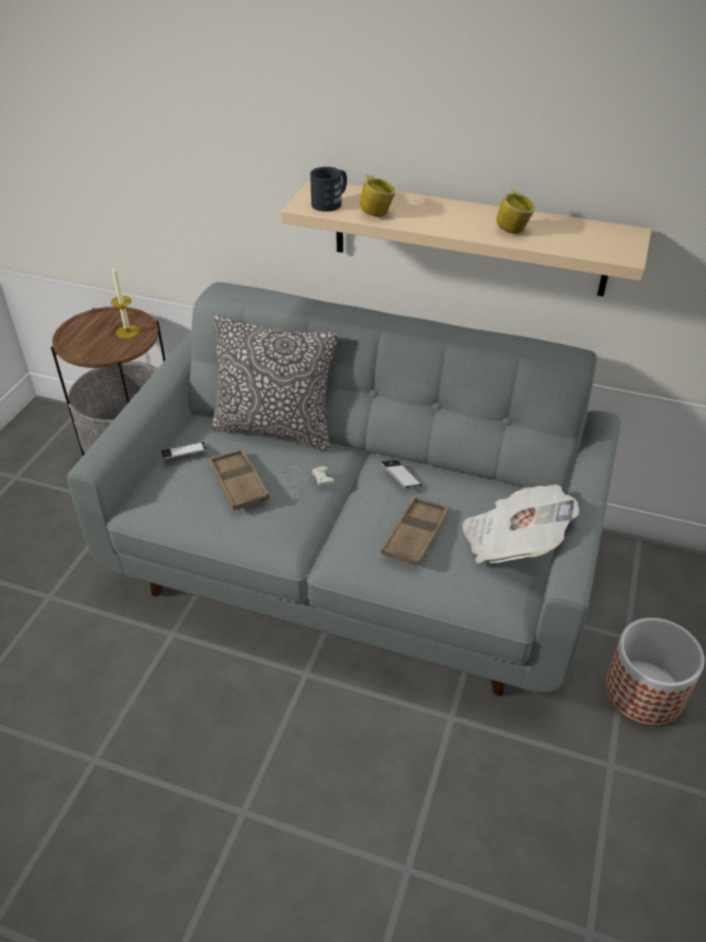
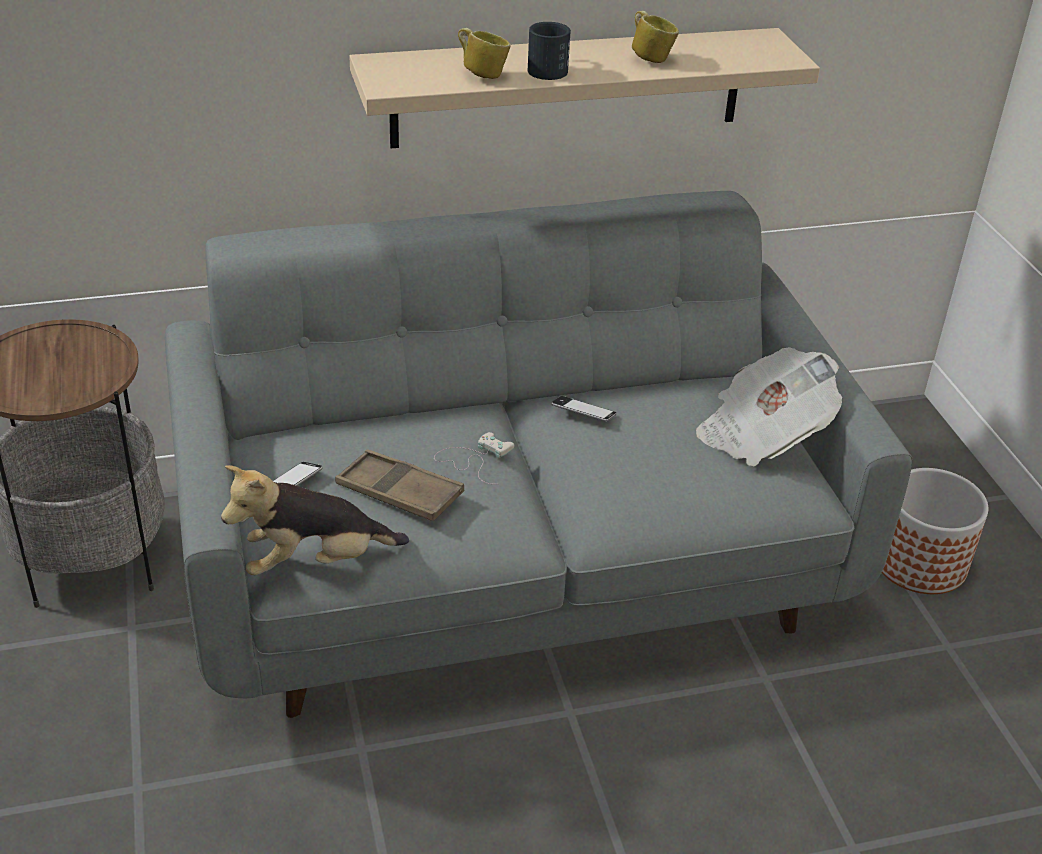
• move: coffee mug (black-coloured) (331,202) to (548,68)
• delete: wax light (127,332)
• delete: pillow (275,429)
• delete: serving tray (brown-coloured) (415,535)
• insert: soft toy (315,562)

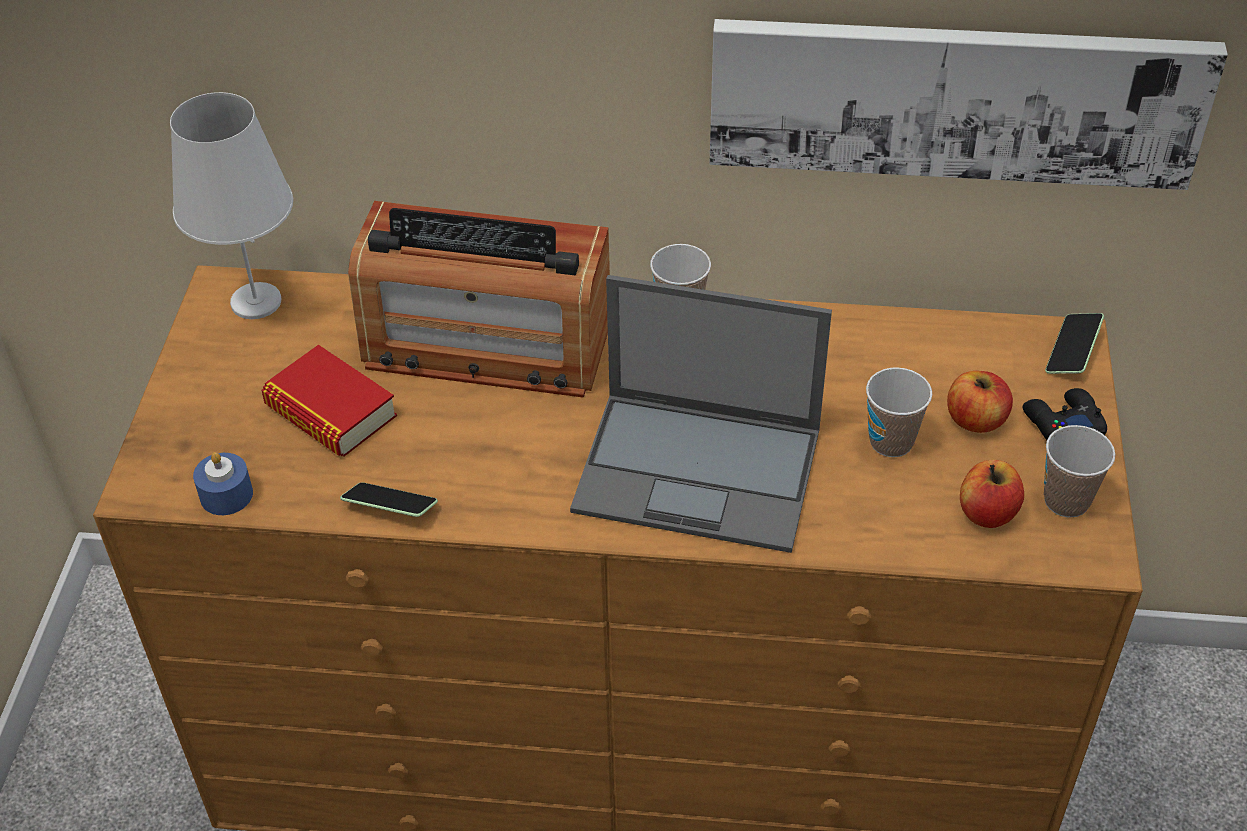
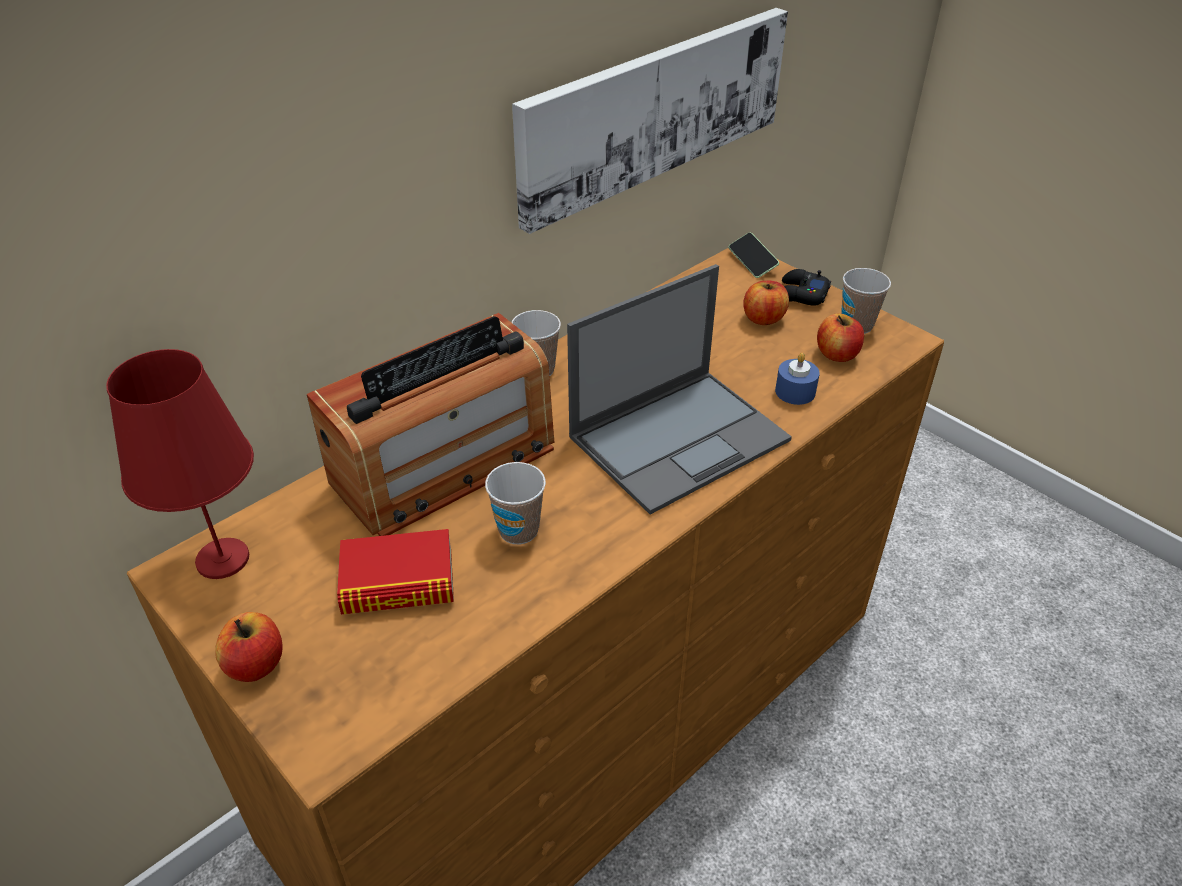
• recolor: tabletop lamp (white-coloured) (256,302) to tabletop lamp (red) (223,559)
• move: small cup (891,442) to (518,530)
• move: wax light (bluish) (226,495) to (795,392)
• delete: handset (390,508)
• insert: apple fruit (256,664)

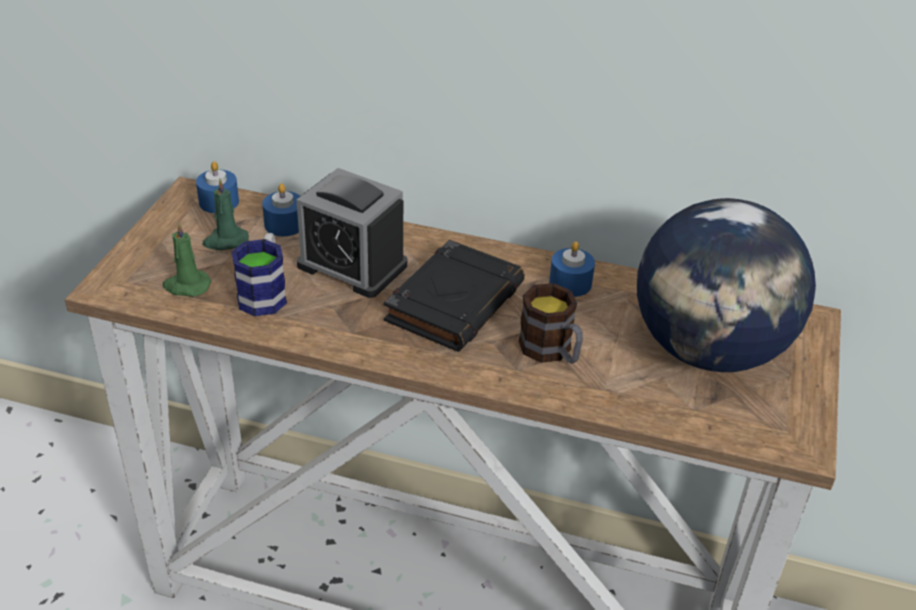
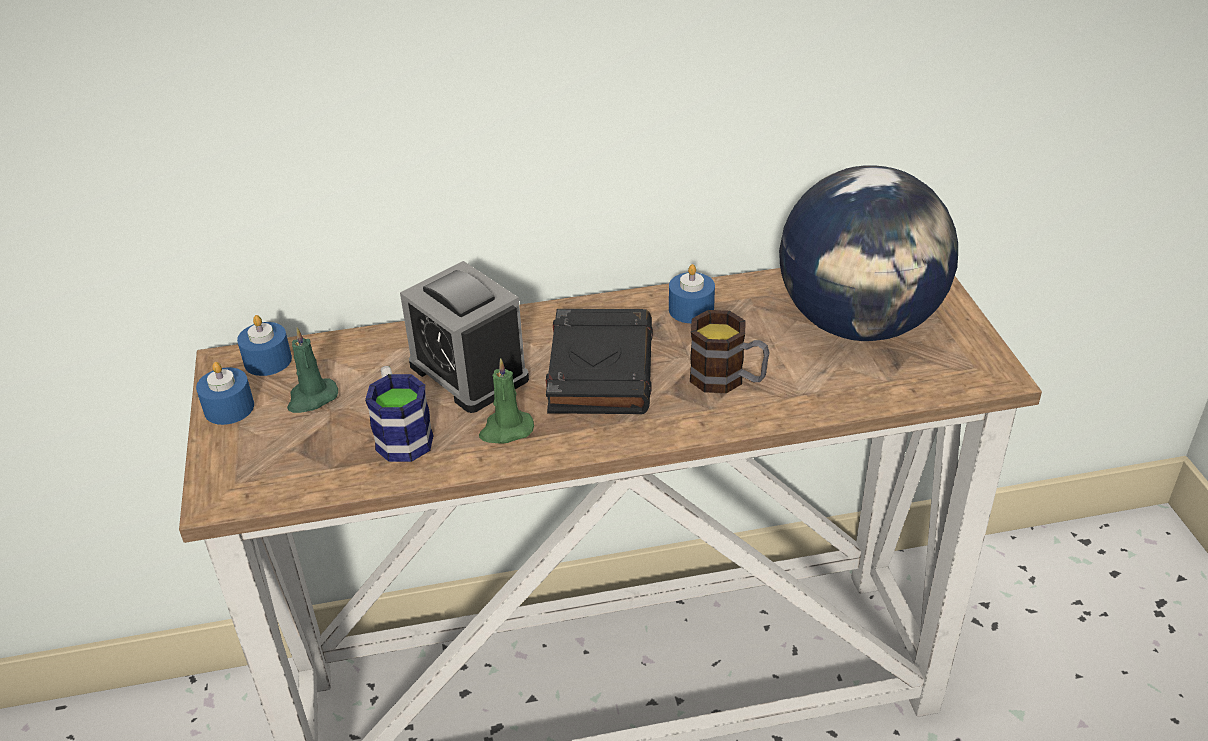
• rotate: alarm clock (352,265) = (468,372) 45 degrees clockwise
• move: wax light (bluish) (284,224) to (229,408)
• move: wax light (greenish) (186,286) to (506,430)

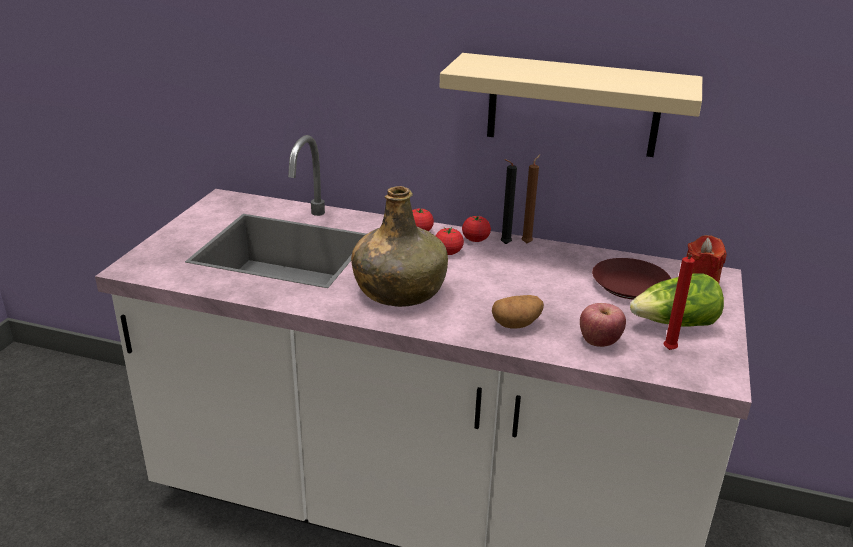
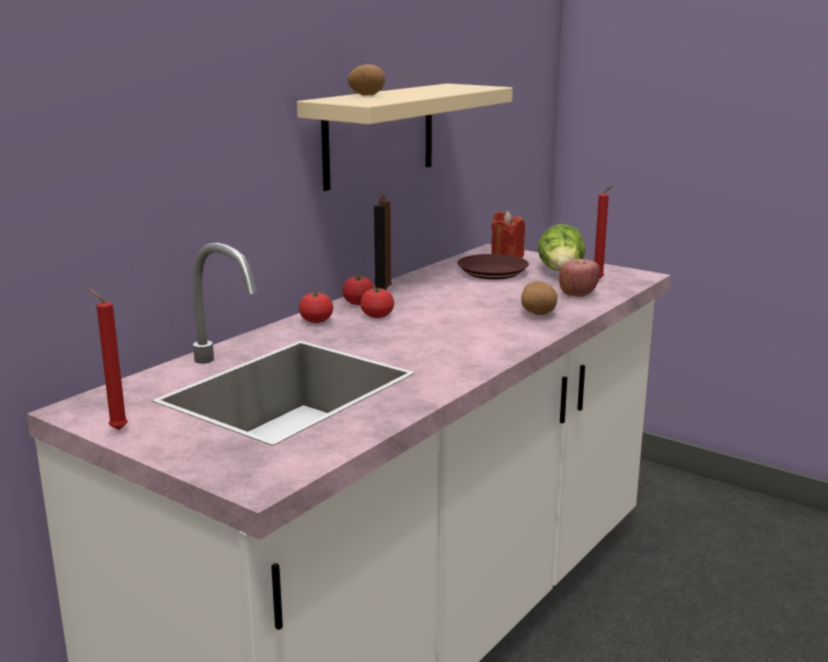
• delete: bottle (greenish) (399,291)
• insert: spud (367,95)
• insert: wax light (red) (116,429)

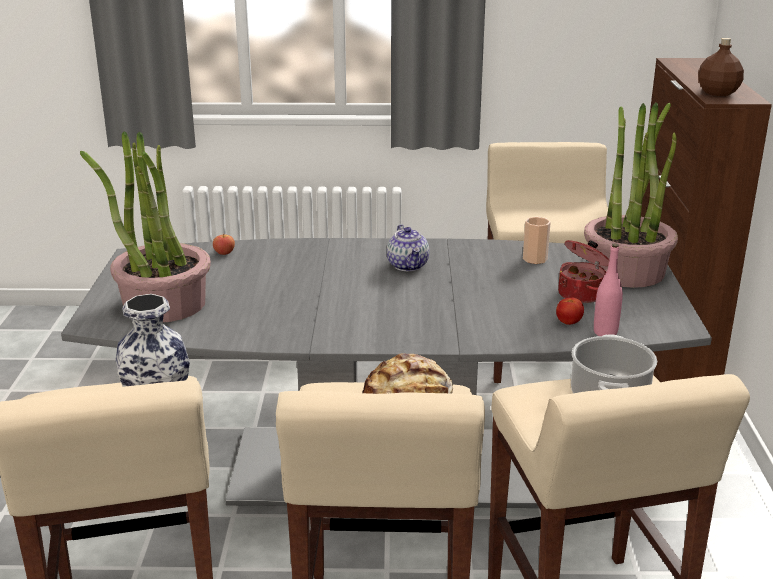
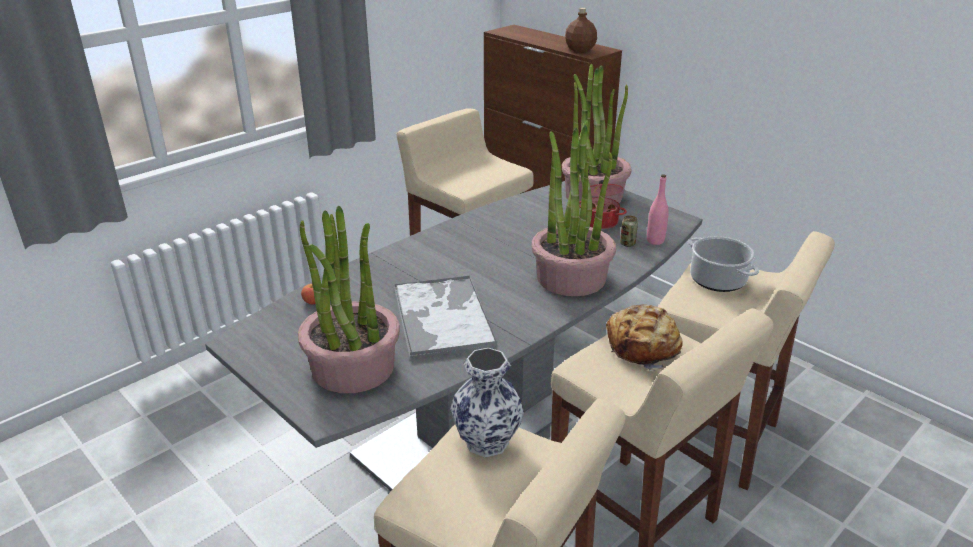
• delete: small cup (535,259)
• delete: teapot (408,265)
• replace: fresh tomato (568,322) to sealed can (627,244)
• insert: plant in a pot (571,277)
• insert: serving tray (442,316)

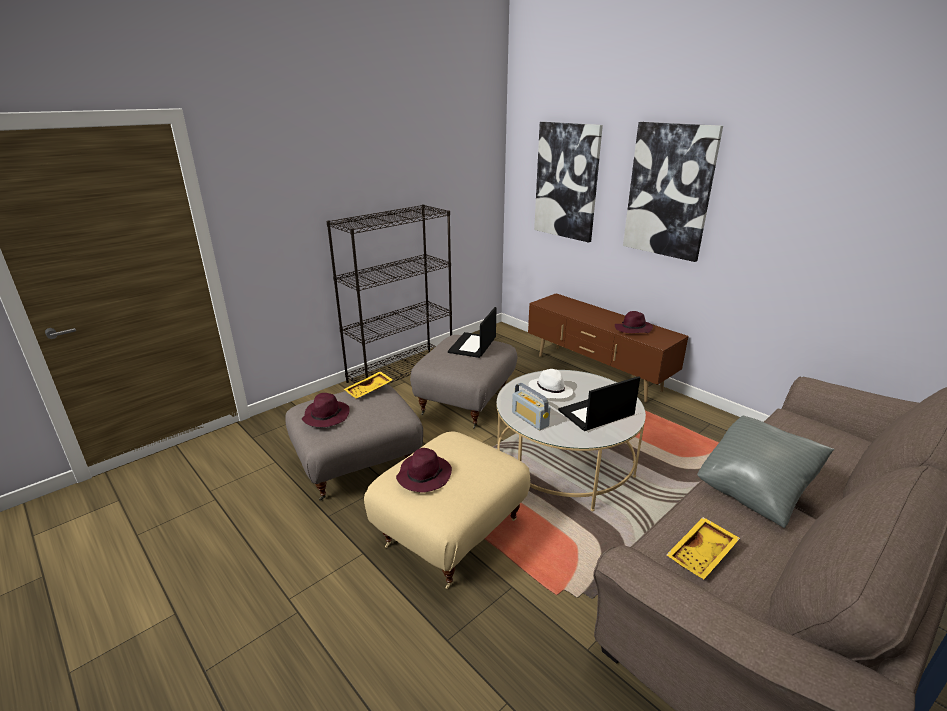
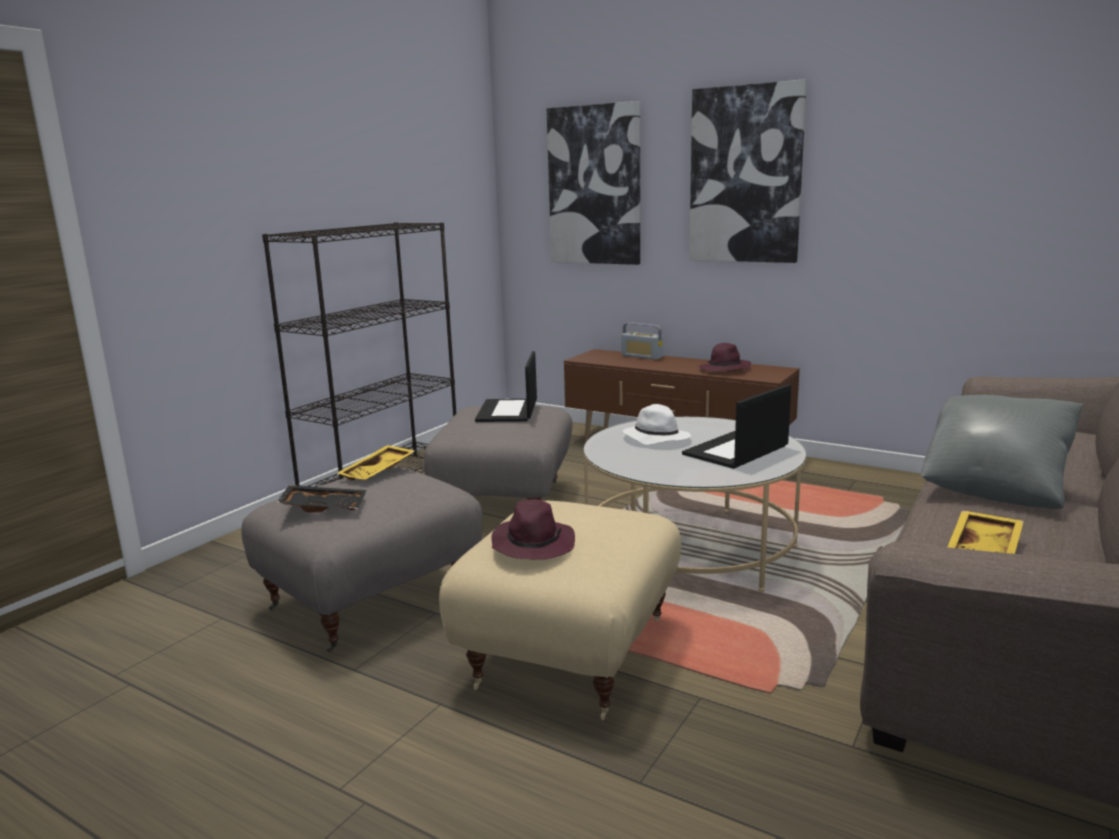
• move: radio (530,419) to (642,356)
• replace: hat (purple) (326,416) to serving tray (black-coloured) (324,507)

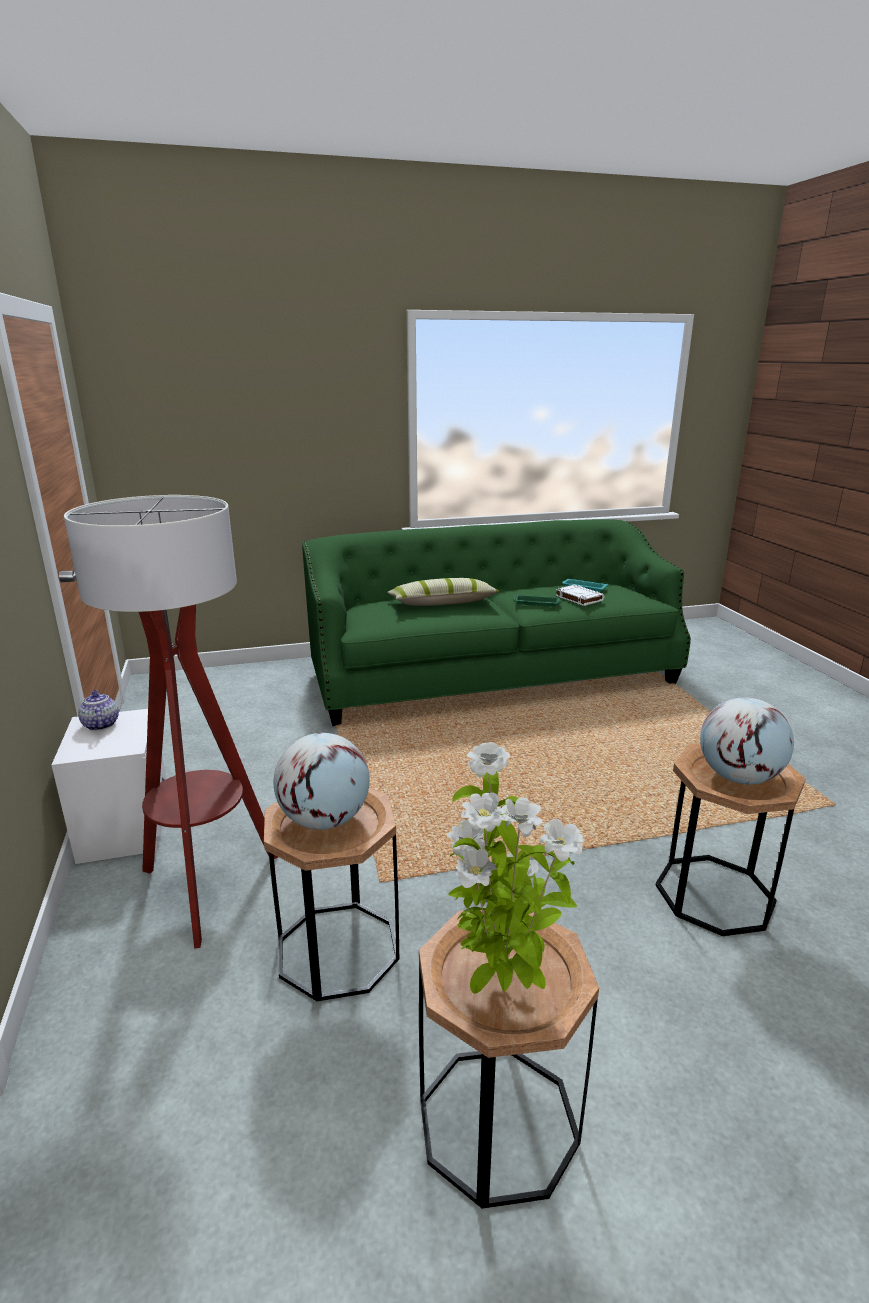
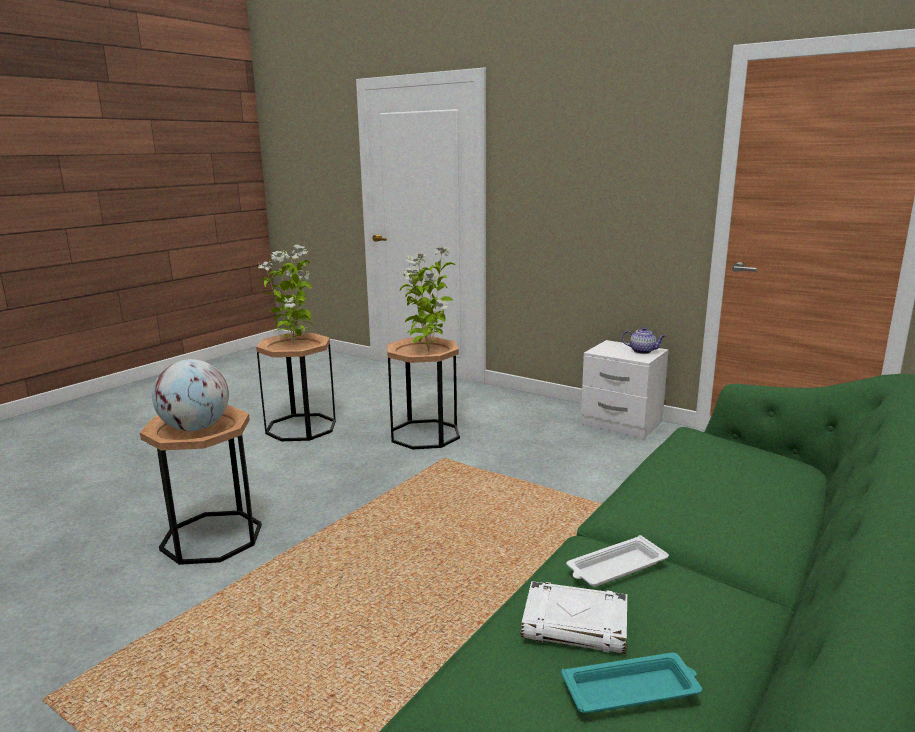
• delete: floor lamp (208,888)
• delete: pillow (442,603)
• recolor: serving tray (greenish) (537,603) to serving tray (white-coloured) (615,568)
• replace: world globe (324,820) to plant in a pot (427,351)

